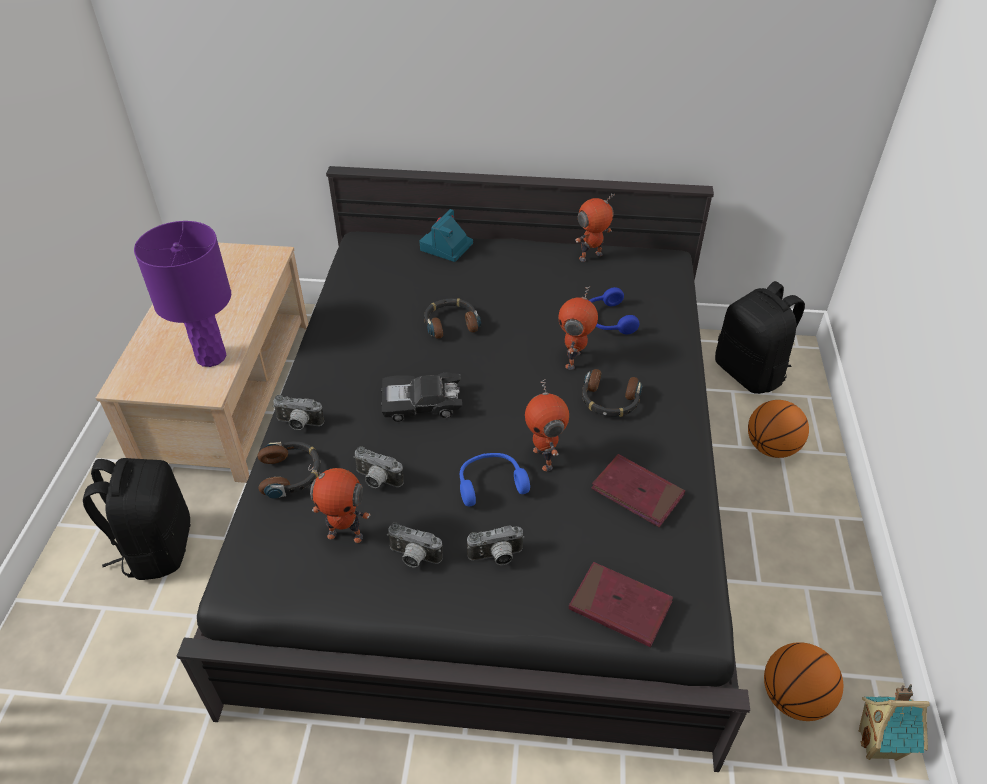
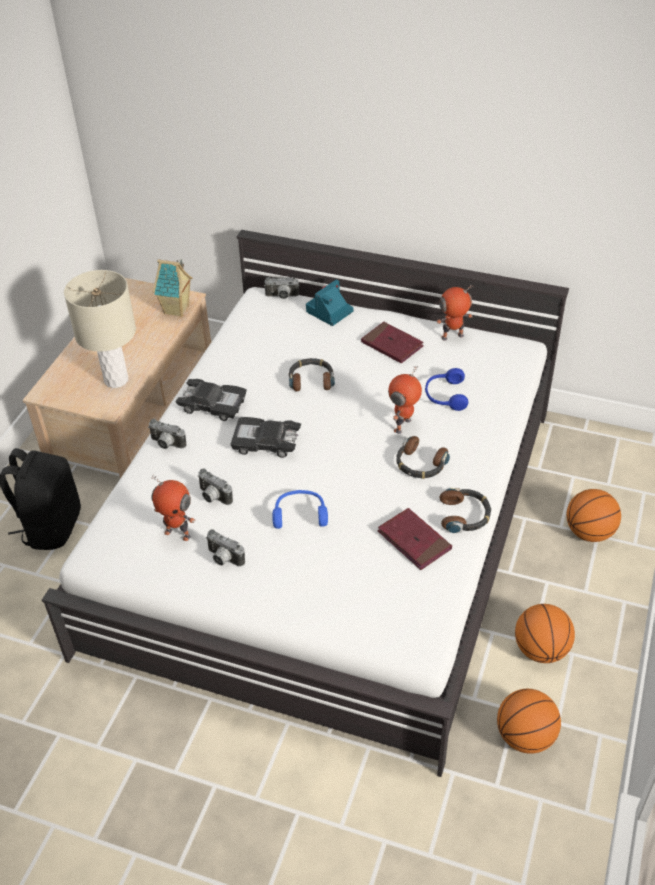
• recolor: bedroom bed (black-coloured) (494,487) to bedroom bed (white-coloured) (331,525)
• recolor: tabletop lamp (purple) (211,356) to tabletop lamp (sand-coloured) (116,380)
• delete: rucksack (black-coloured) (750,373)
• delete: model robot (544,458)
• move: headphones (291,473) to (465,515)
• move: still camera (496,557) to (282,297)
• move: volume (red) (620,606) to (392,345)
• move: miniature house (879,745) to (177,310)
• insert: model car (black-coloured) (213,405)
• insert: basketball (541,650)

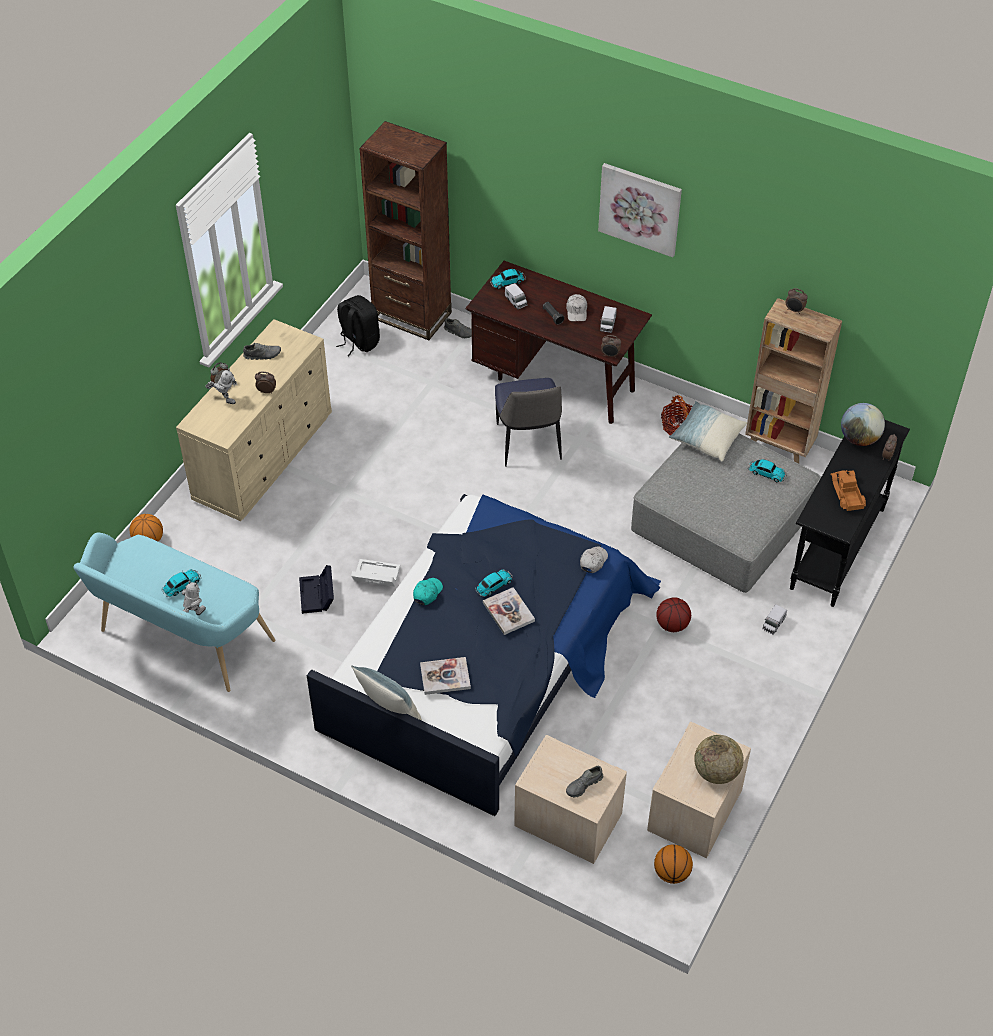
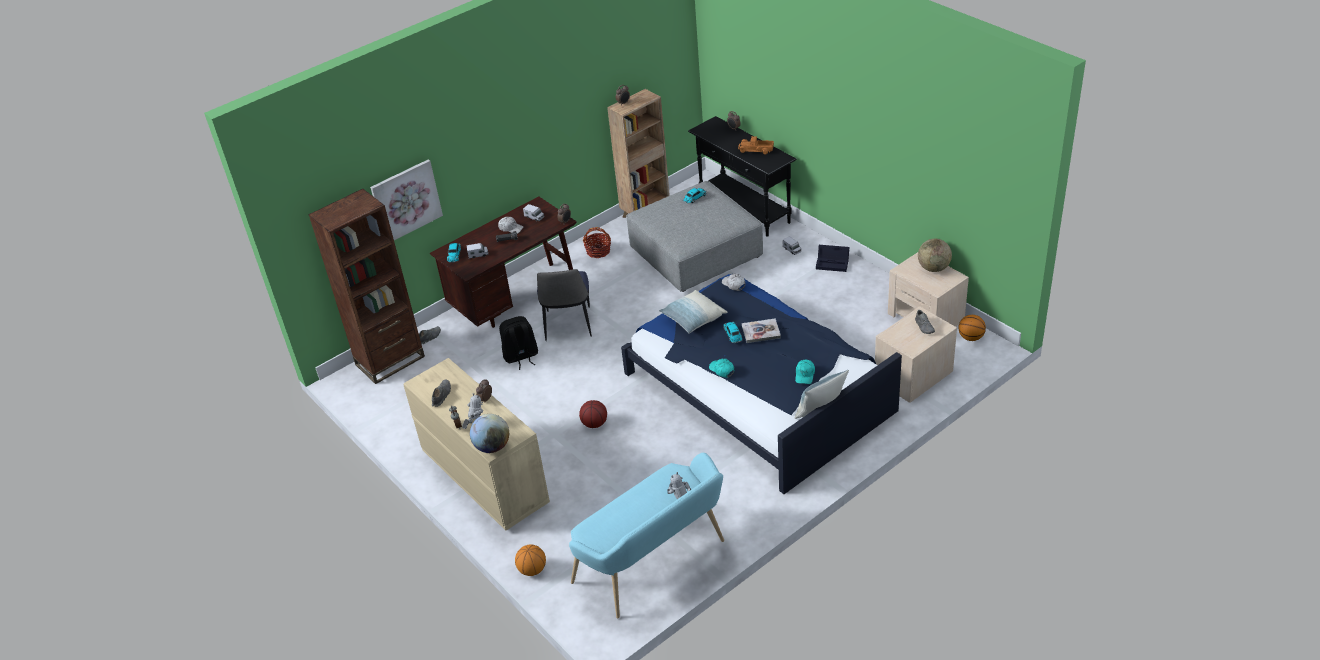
• move: picture (640,208) to (406,200)
• move: rucksack (black-coloured) (359,342) to (521,357)
• rotate: upright chair (528,444) = (568,325) 75 degrees clockwise
• move: pillow (707,438) to (693,319)
• move: world globe (859,438) to (492,447)
• delete: storage box (white-coloured) (375,577)
• move: storage box (black-coloured) (317,596) to (833,263)
• delete: model car (181,586)
• move: basketball (672,624) to (594,424)
• replace: volume (445,677) to baseball cap (turquoise-coloured) (805,375)

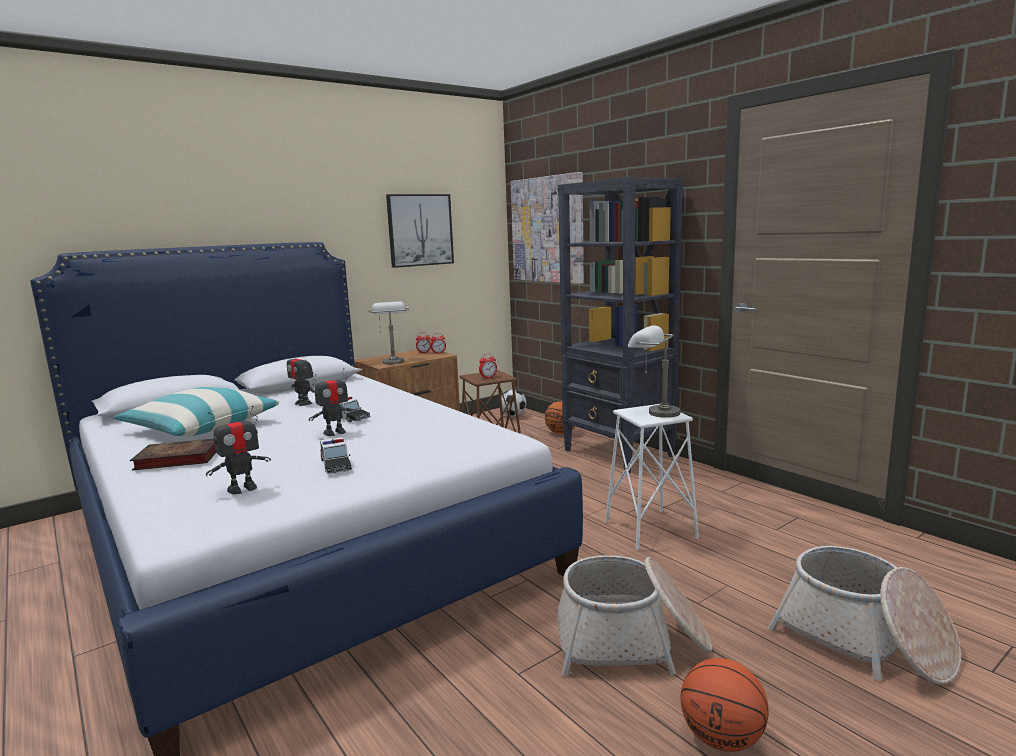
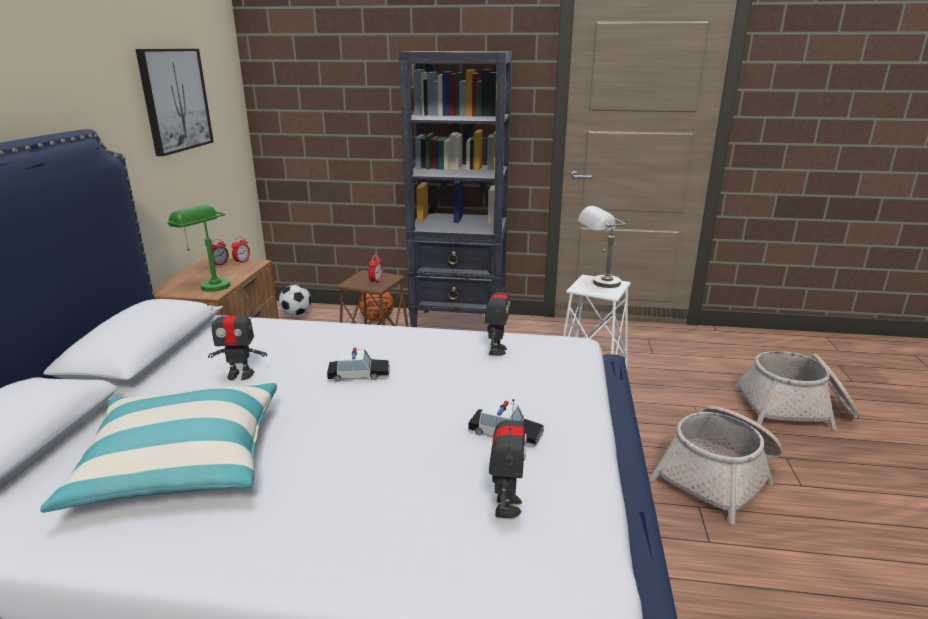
• delete: picture (548,230)
• recolor: tabletop lamp (gray) (392,361) to tabletop lamp (greenish) (208,285)
• move: model robot (334,432) to (496,350)
• delete: volume (176,459)
• delete: basketball (722,738)

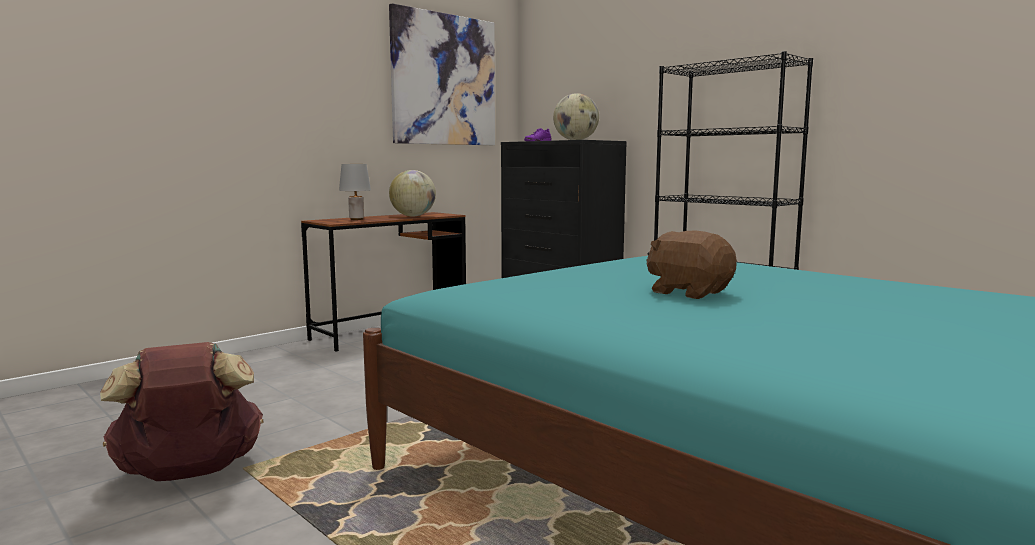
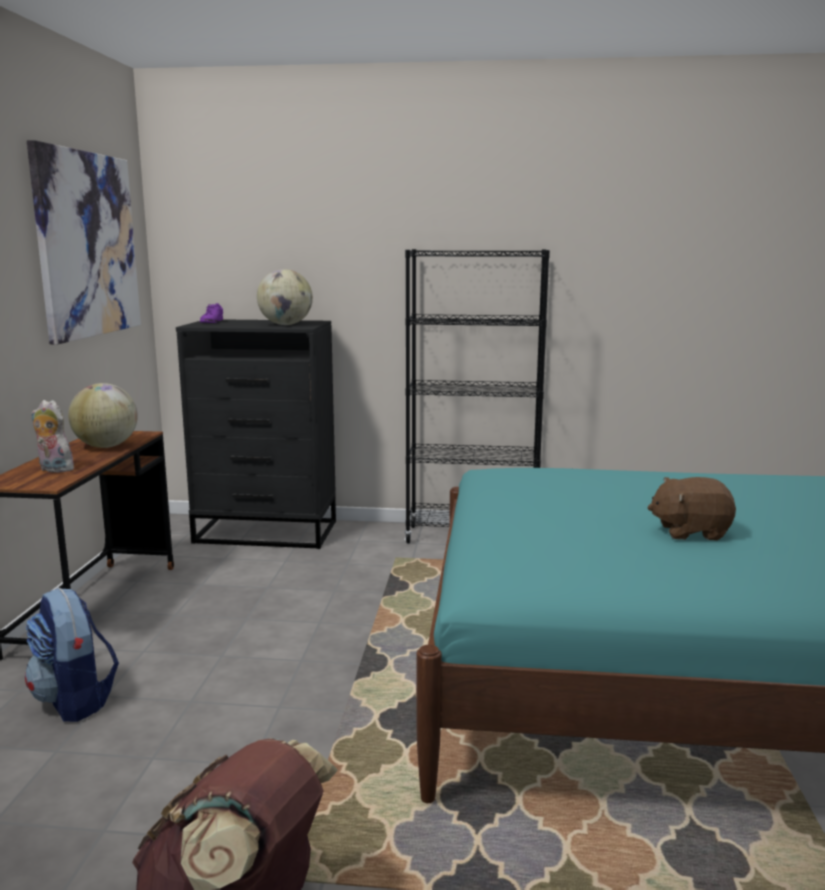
• replace: tabletop lamp (gray) (356,219) to soft toy (53,469)
• insert: rucksack (75,701)

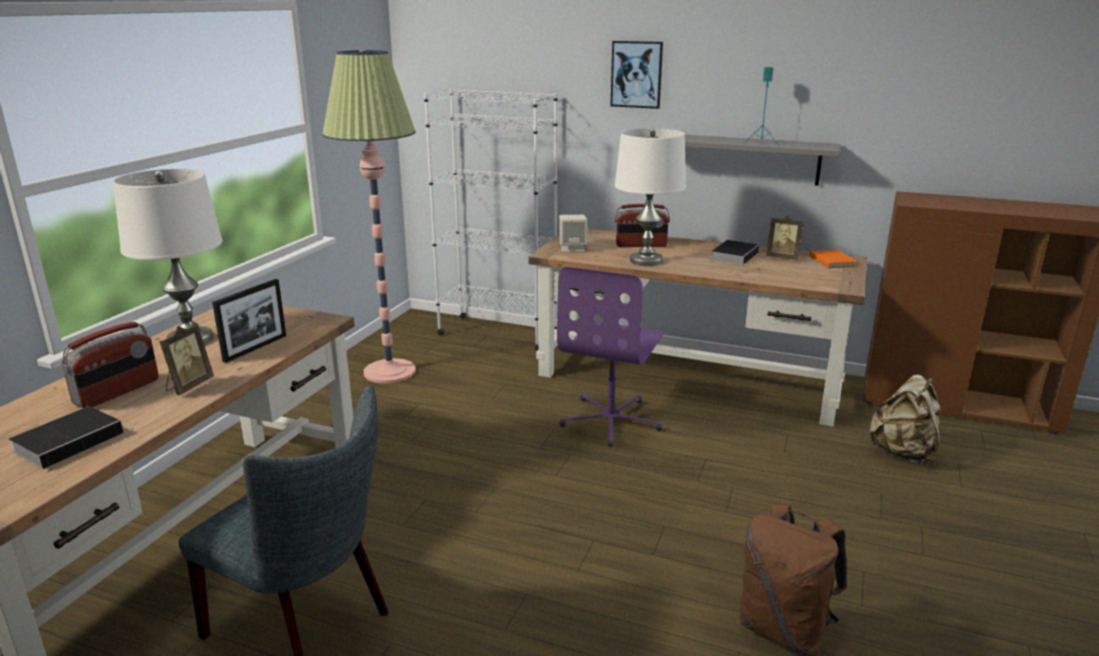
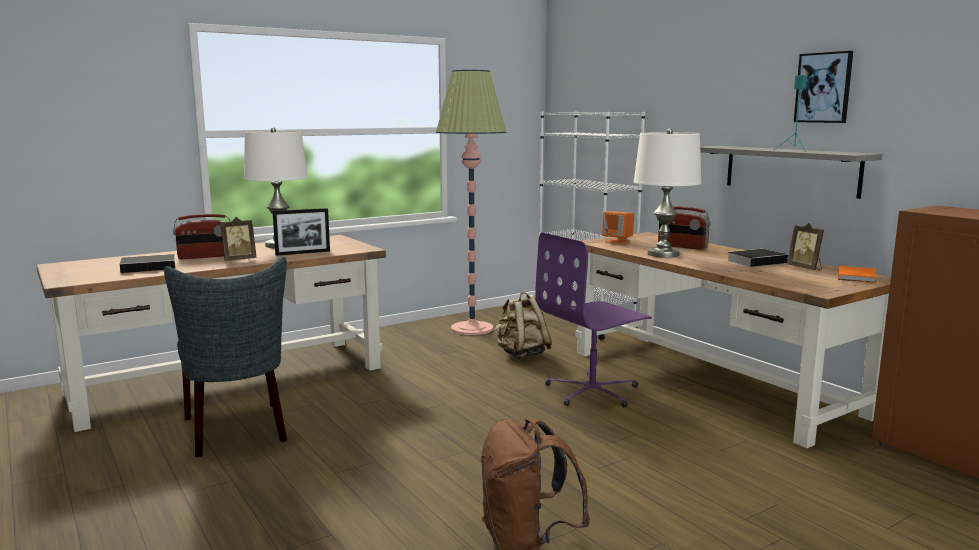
• move: picture (636,74) to (823,87)
• recolor: audio speaker (sand-coloured) (572,248) to audio speaker (orangey) (618,241)
• move: rucksack (sand-coloured) (902,453) to (521,355)

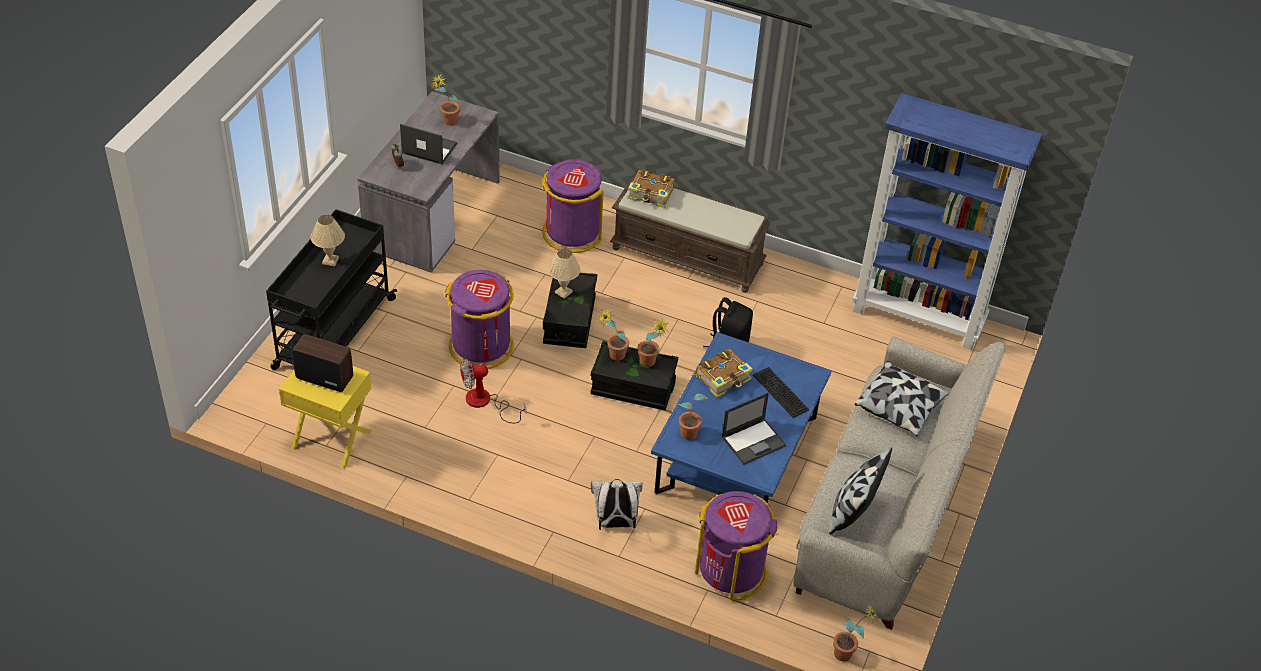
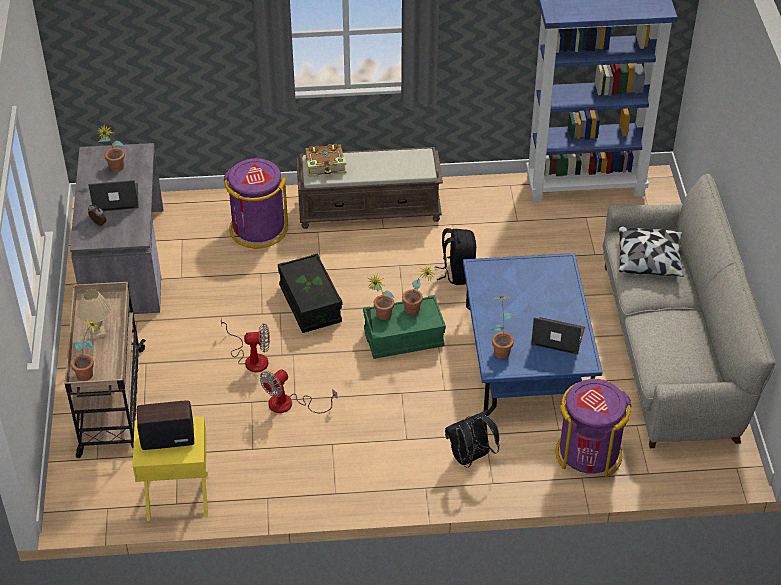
• recolor: trolley (black-coloured) (333,334) to trolley (sand-coloured) (111,403)
• delete: tabletop lamp (sand-coloured) (563,292)
• replace: trash can (purple) (481,346) to fan (251,358)
• recolor: storage box (black-coloured) (633,387) to storage box (greenish) (404,338)
• delete: volume (724,378)
• delete: keyboard (779,392)
• rotate: notebook computer (754,441) = (557,336) 105 degrees counterclockwise
• delete: pillow (853,511)
• recolor: rucksack (white-coloured) (615,523) to rucksack (black-coloured) (470,457)
• move: plant in a pot (848,654) to (90,373)

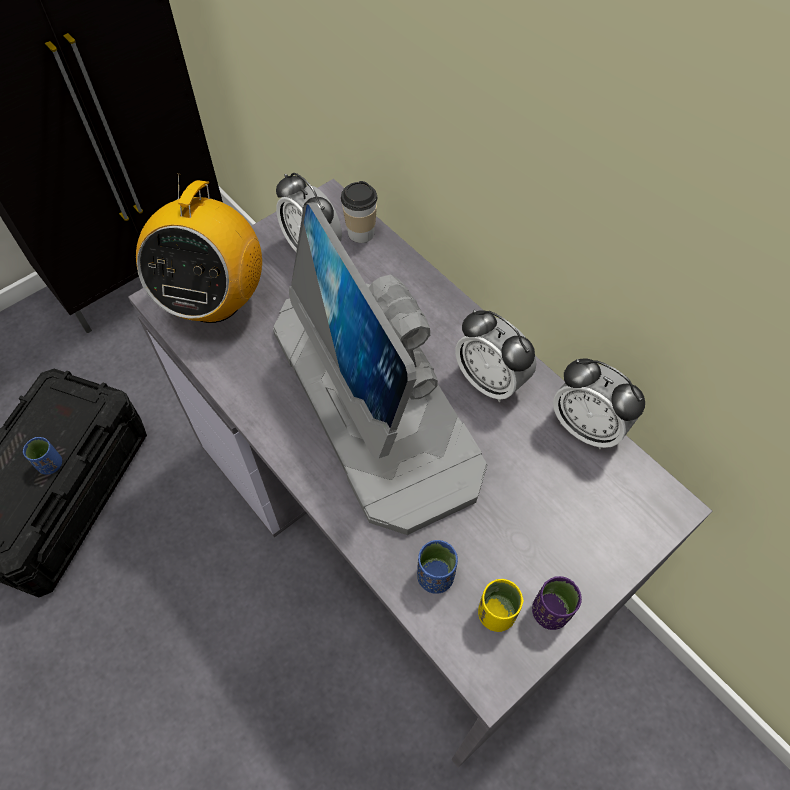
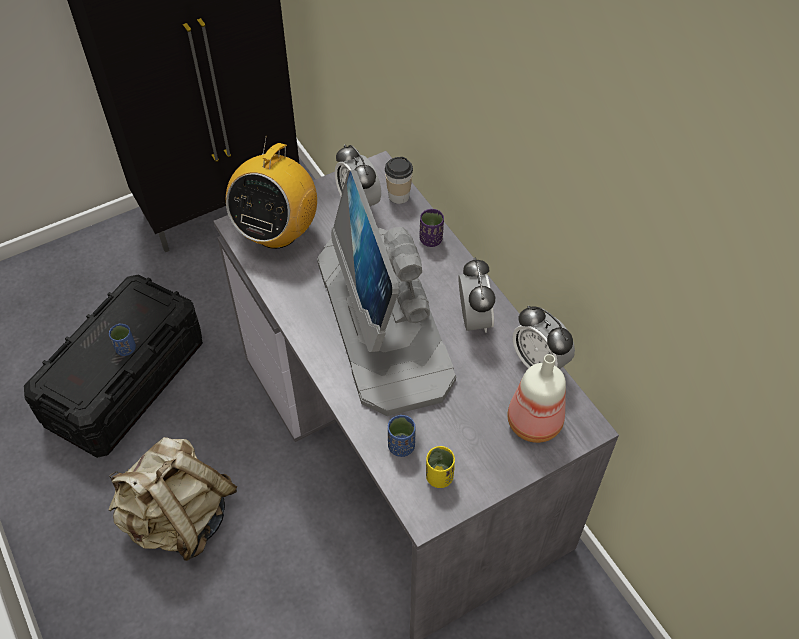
• rotate: alarm clock (490,381) = (474,320) 150 degrees counterclockwise
• move: small cup (purple) (550,611) to (431,240)
• insert: bottle (532,423)
• insert: rucksack (sand-coloured) (180,518)

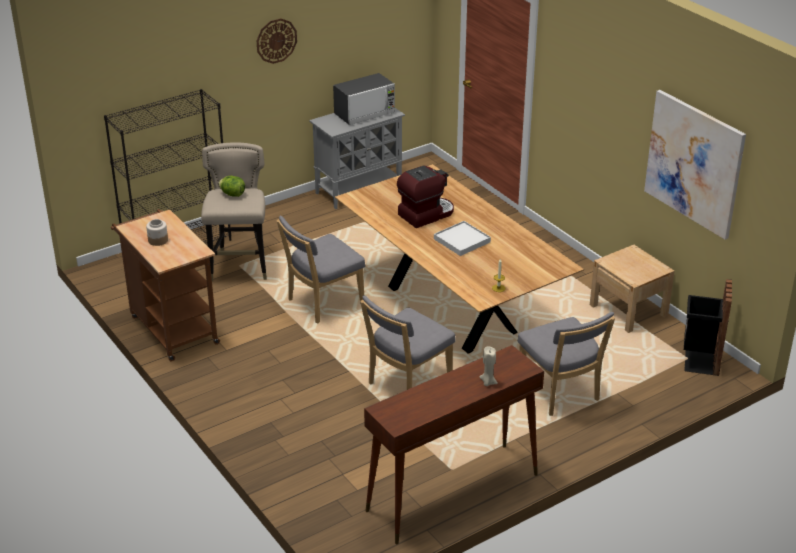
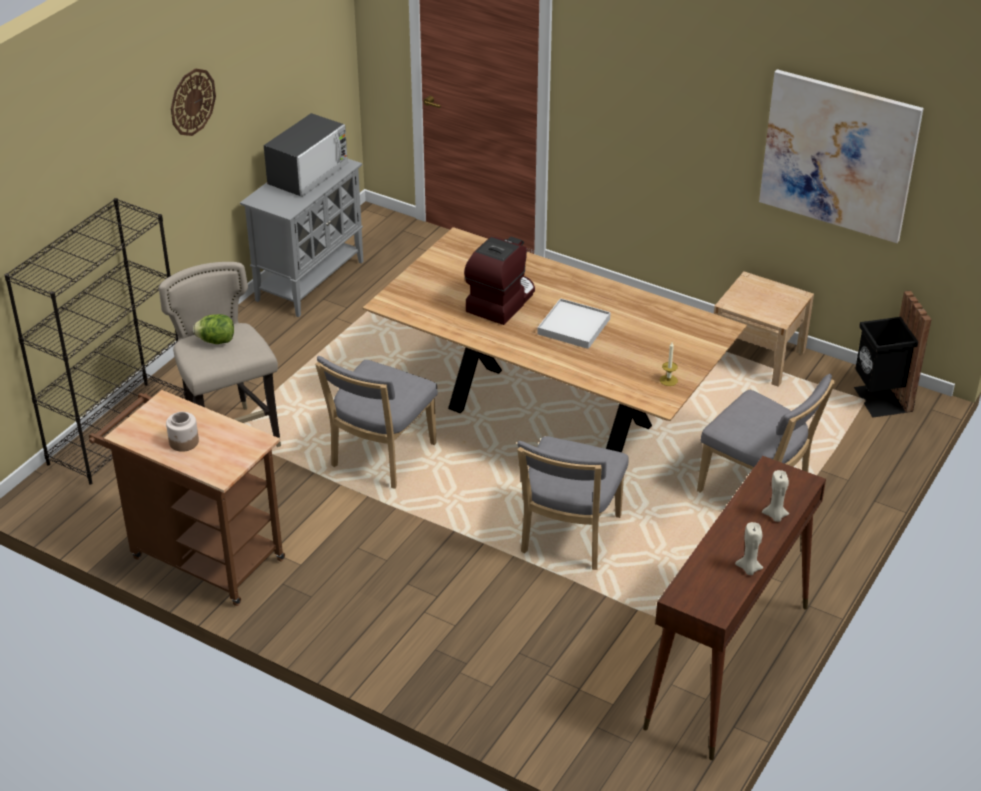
• insert: wax light (sand-coloured) (748,569)

